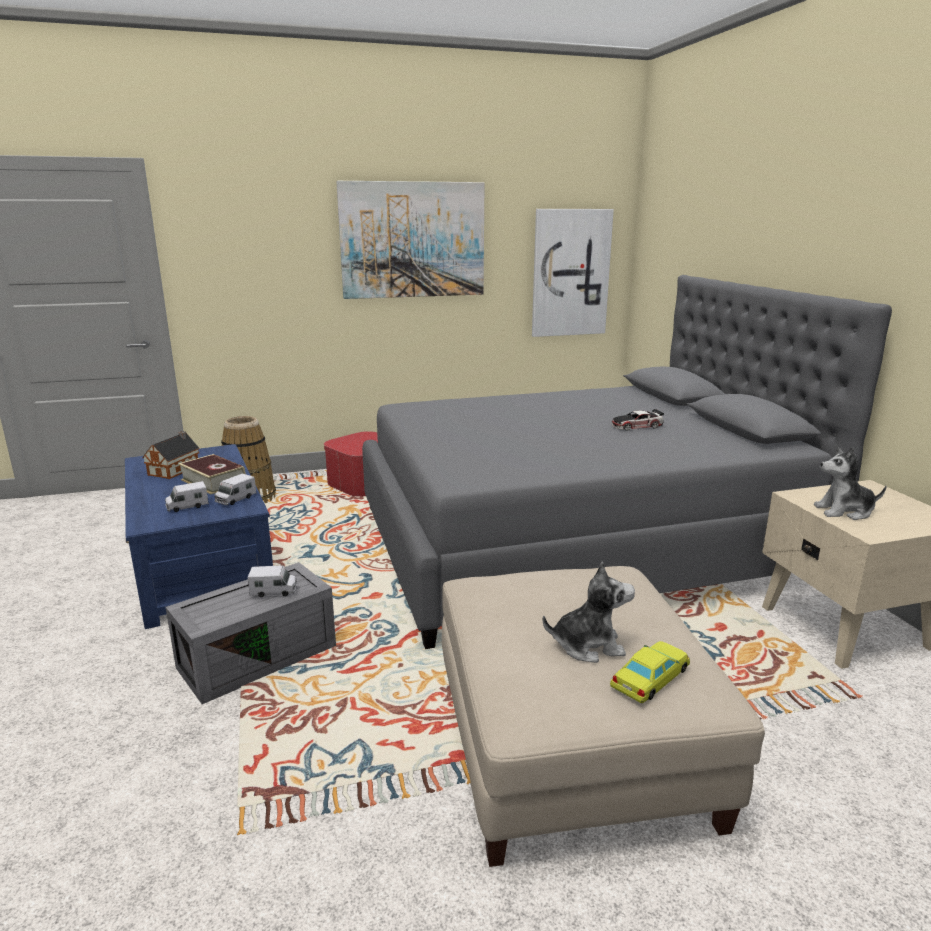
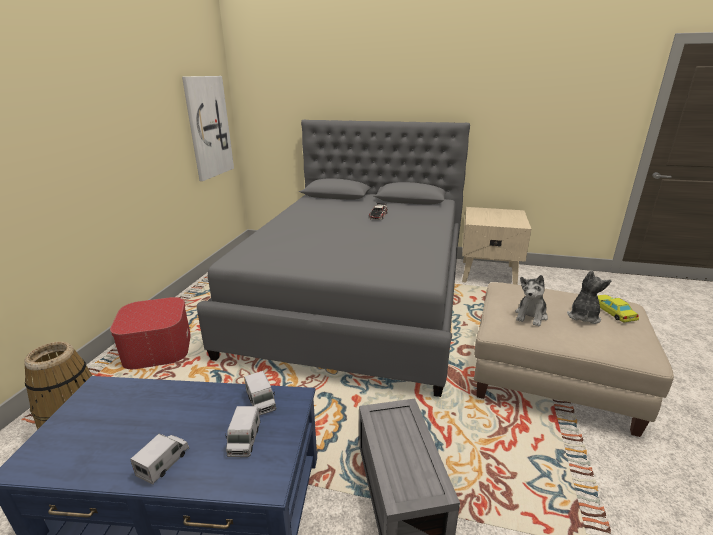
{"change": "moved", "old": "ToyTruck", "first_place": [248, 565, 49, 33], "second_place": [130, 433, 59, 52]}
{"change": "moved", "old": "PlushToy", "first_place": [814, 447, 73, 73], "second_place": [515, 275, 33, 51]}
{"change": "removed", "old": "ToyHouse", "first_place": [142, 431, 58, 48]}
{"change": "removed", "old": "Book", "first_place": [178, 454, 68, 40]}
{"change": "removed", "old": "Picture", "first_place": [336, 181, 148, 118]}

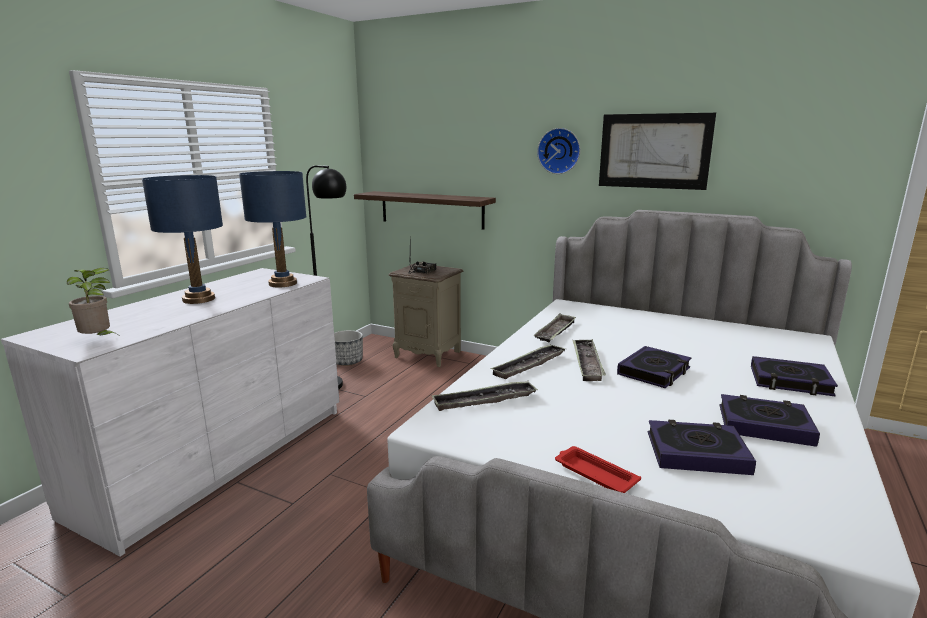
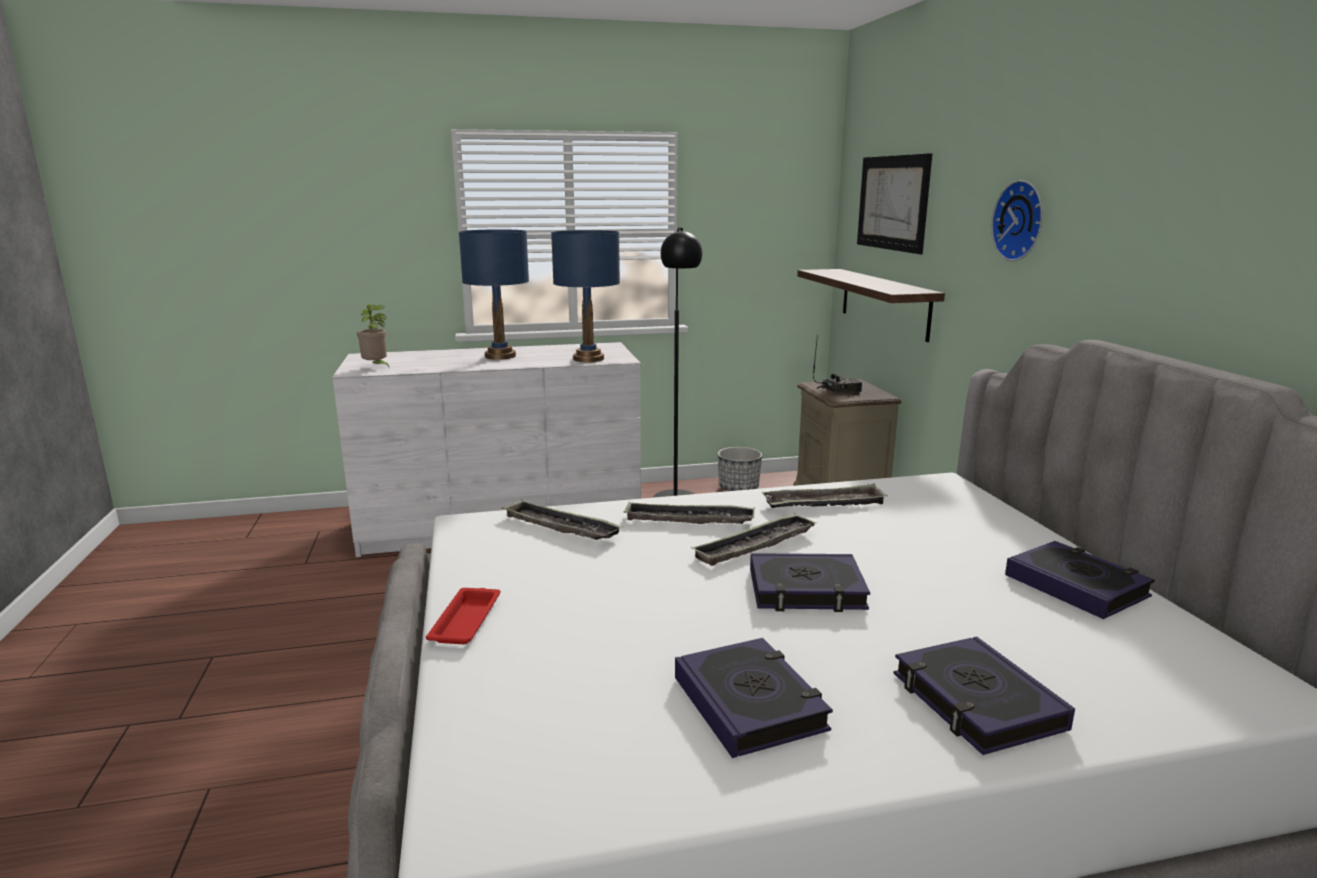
{"change": "moved", "old": "Picture", "first_place": [599, 113, 117, 77], "second_place": [857, 153, 75, 101]}
{"change": "moved", "old": "Book", "first_place": [648, 420, 108, 55], "second_place": [1005, 541, 150, 78]}

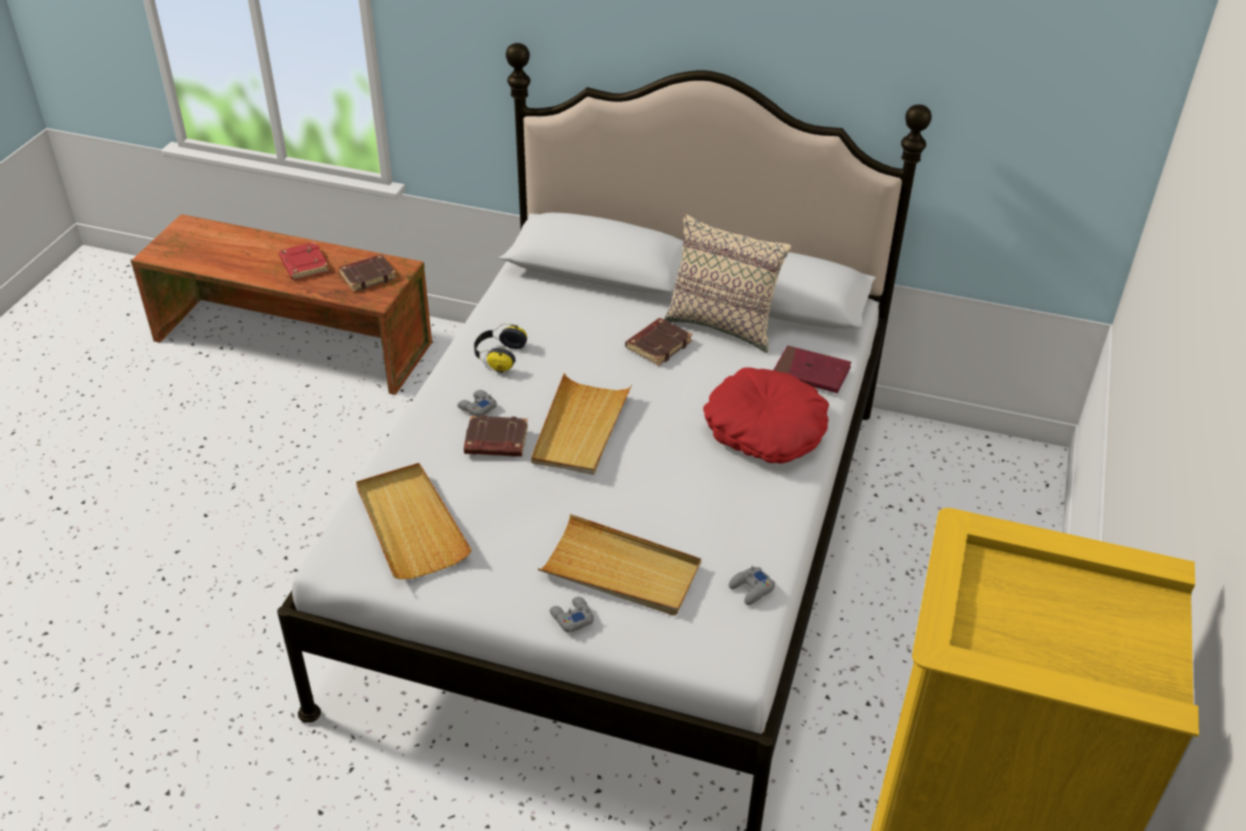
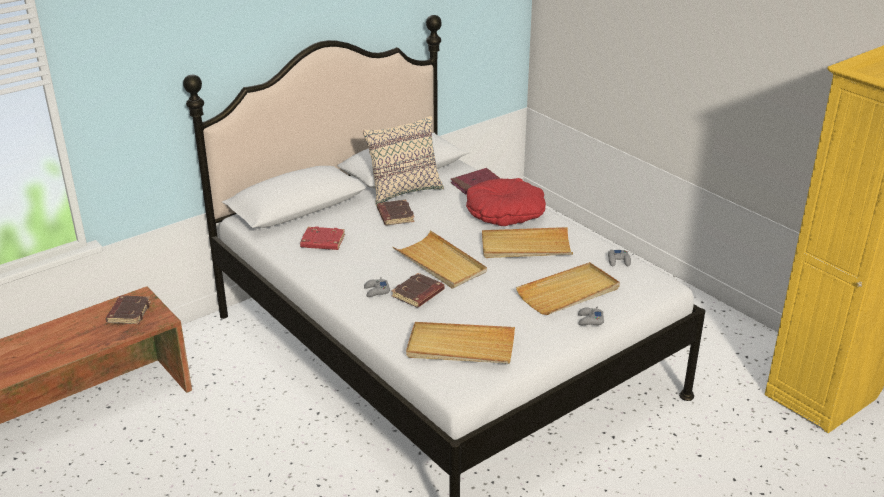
{"change": "moved", "old": "RedBook", "first_place": [279, 242, 50, 38], "second_place": [300, 226, 45, 24]}
{"change": "added", "new": "BeigeTray", "second_place": [482, 227, 91, 31]}
{"change": "removed", "old": "Headphones", "first_place": [474, 323, 53, 50]}

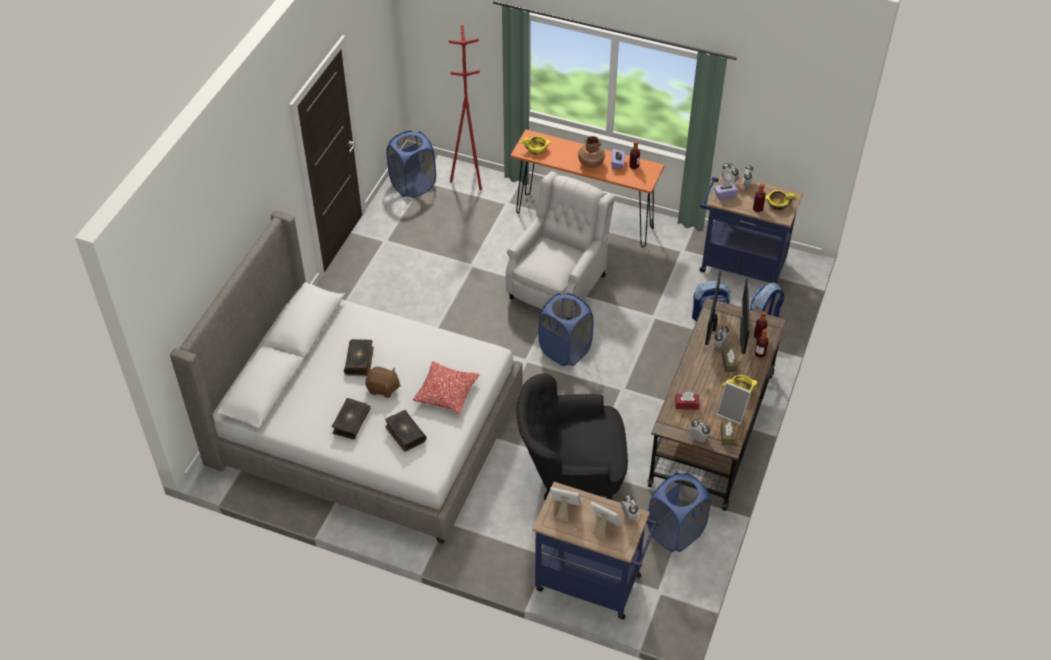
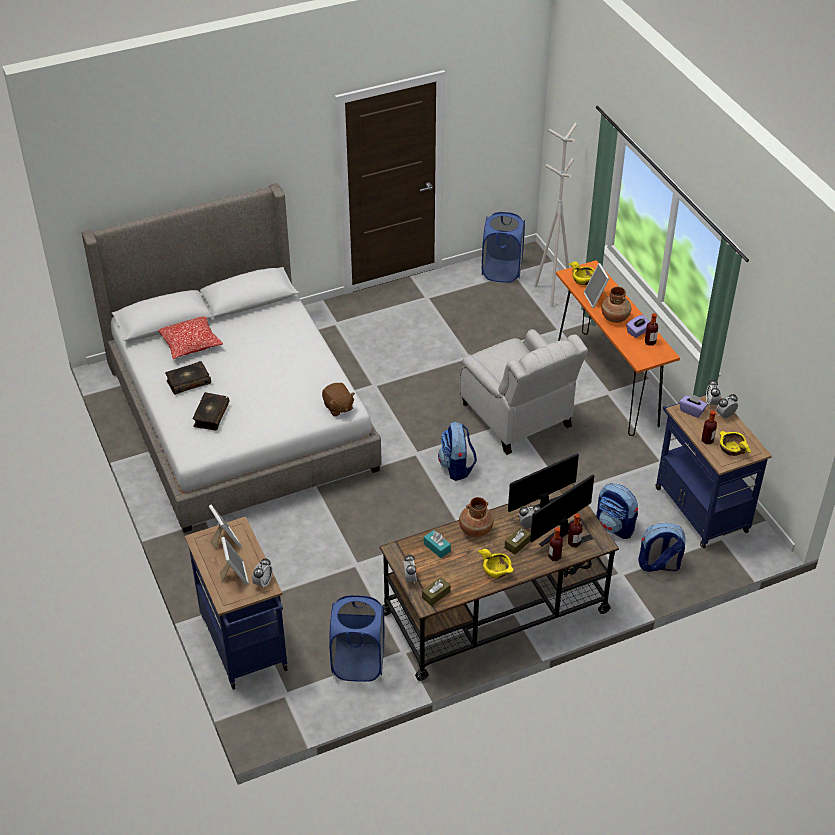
{"change": "moved", "old": "Pillow", "first_place": [413, 361, 67, 53], "second_place": [158, 317, 65, 42]}
{"change": "moved", "old": "BrownPlushToy", "first_place": [365, 366, 36, 32], "second_place": [322, 383, 33, 33]}
{"change": "recoloured", "old": "RedTissueBox", "new": "TurquoiseTissueBox", "first_place": [675, 392, 24, 18], "second_place": [424, 530, 27, 28]}
{"change": "replaced", "old": "BlueLaundryBasket", "new": "Backpack", "first_place": [539, 293, 55, 73], "second_place": [438, 422, 39, 59]}
{"change": "turned", "old": "WhiteArmchair", "first_place": [506, 171, 109, 138], "second_place": [459, 329, 129, 126], "degrees": 75}
{"change": "added", "new": "BrownVase", "second_place": [459, 497, 35, 41]}
{"change": "recoloured", "old": "RedClothesRack", "new": "GreyClothesRack", "first_place": [449, 25, 33, 165], "second_place": [534, 123, 43, 184]}
{"change": "moved", "old": "PictureFrame", "first_place": [716, 381, 35, 44], "second_place": [583, 263, 27, 45]}
{"change": "removed", "old": "Book", "first_place": [344, 339, 30, 37]}
{"change": "removed", "old": "BlackArmchair", "first_place": [516, 374, 112, 126]}

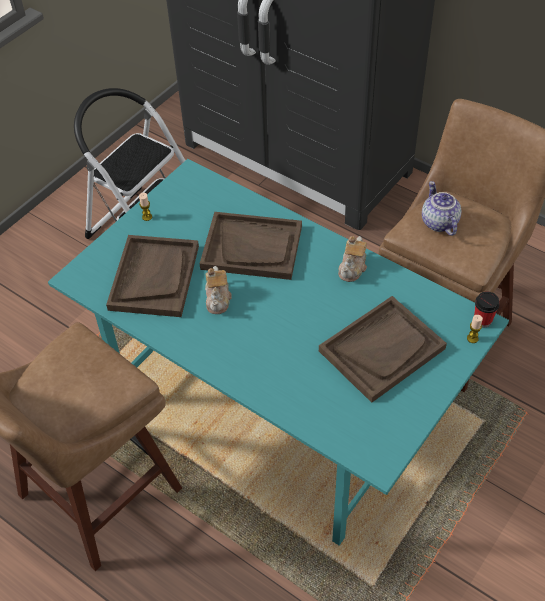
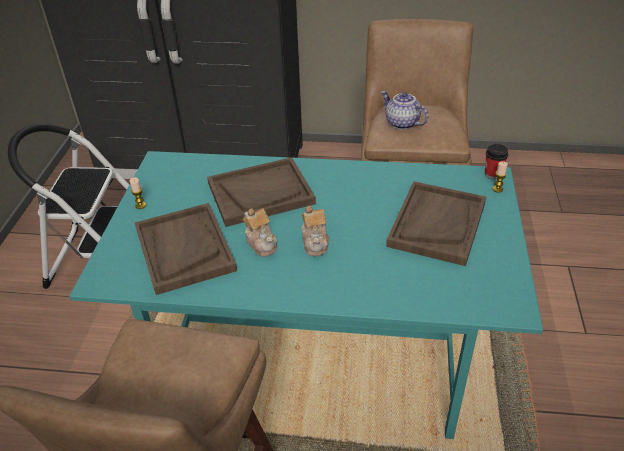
{"change": "moved", "old": "Teapot", "first_place": [338, 236, 29, 46], "second_place": [302, 206, 27, 50]}

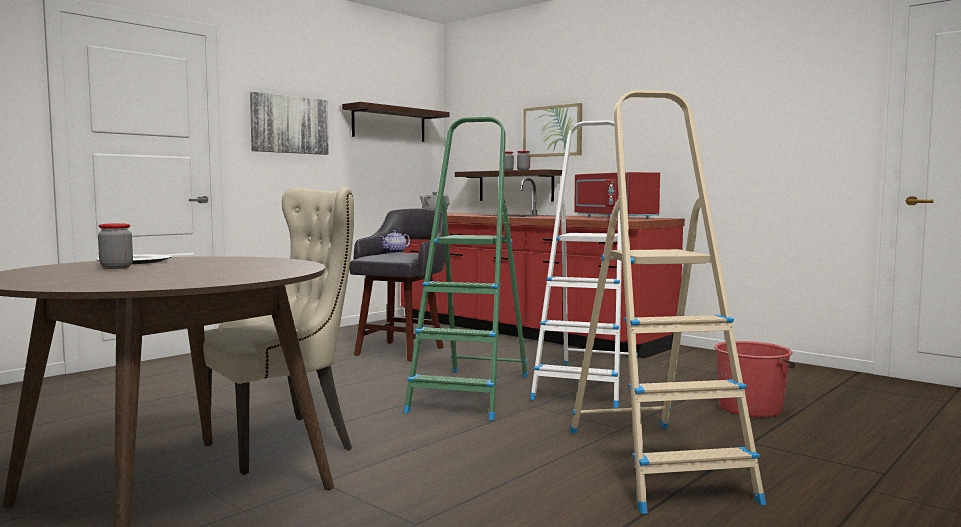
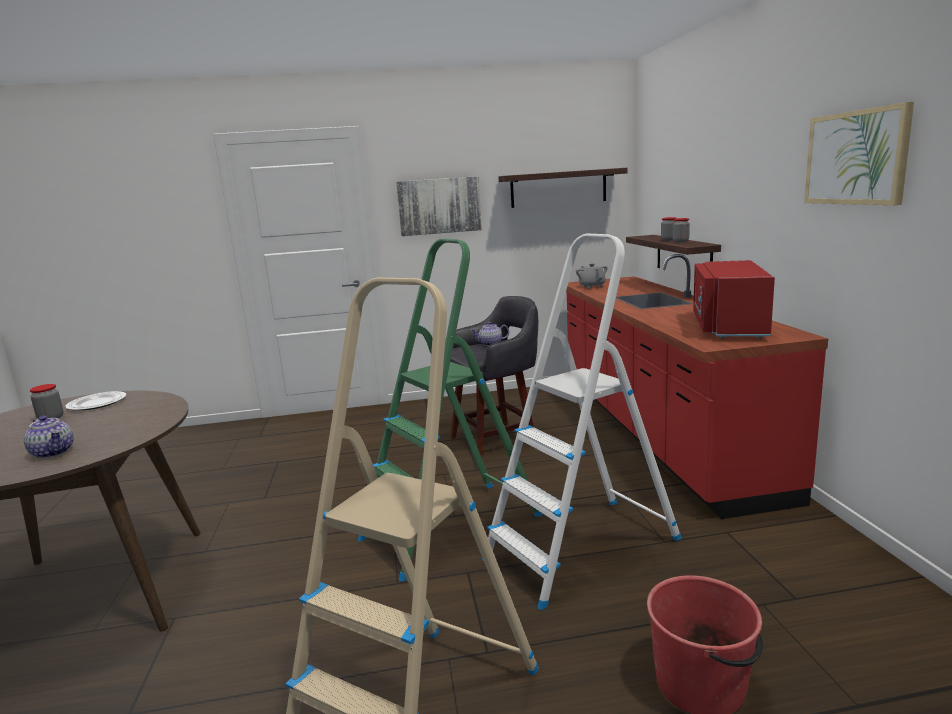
{"change": "added", "new": "Teapot", "second_place": [24, 416, 49, 42]}
{"change": "moved", "old": "Picture", "first_place": [523, 103, 59, 54], "second_place": [804, 102, 110, 103]}
{"change": "removed", "old": "BeigeChair", "first_place": [202, 187, 152, 288]}

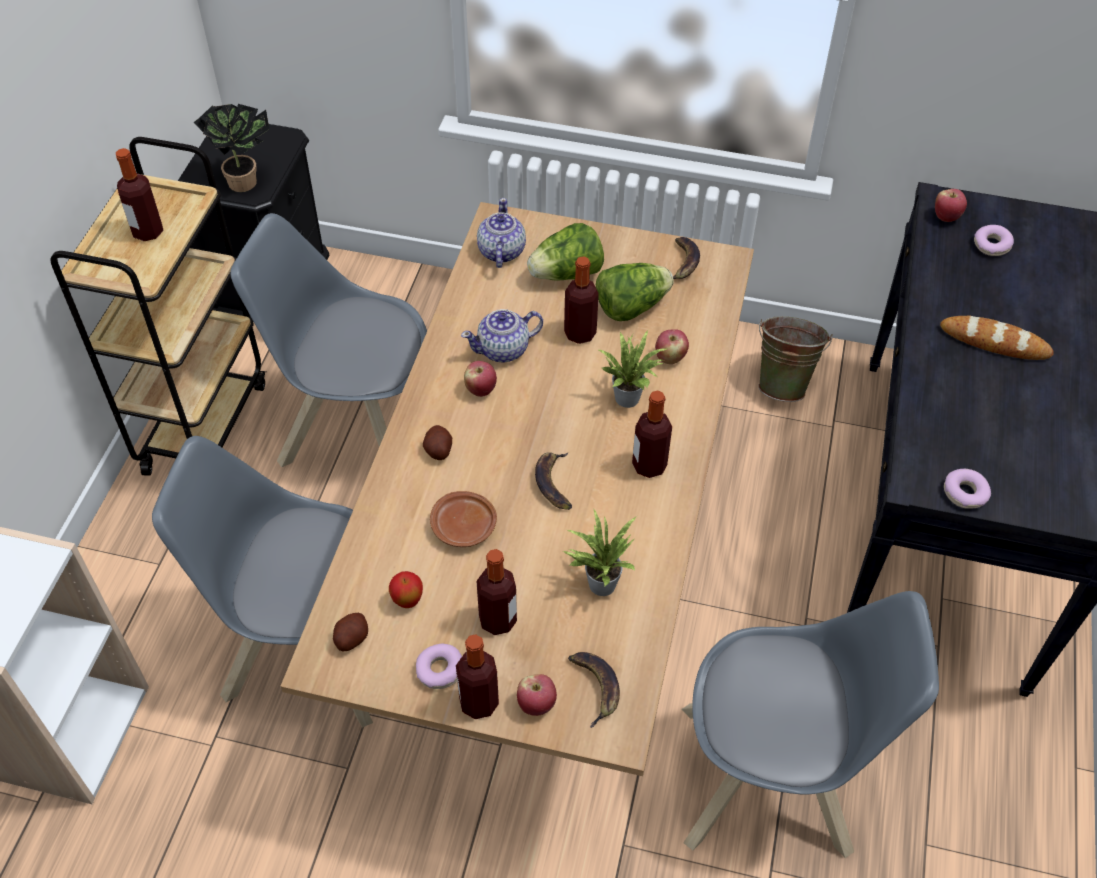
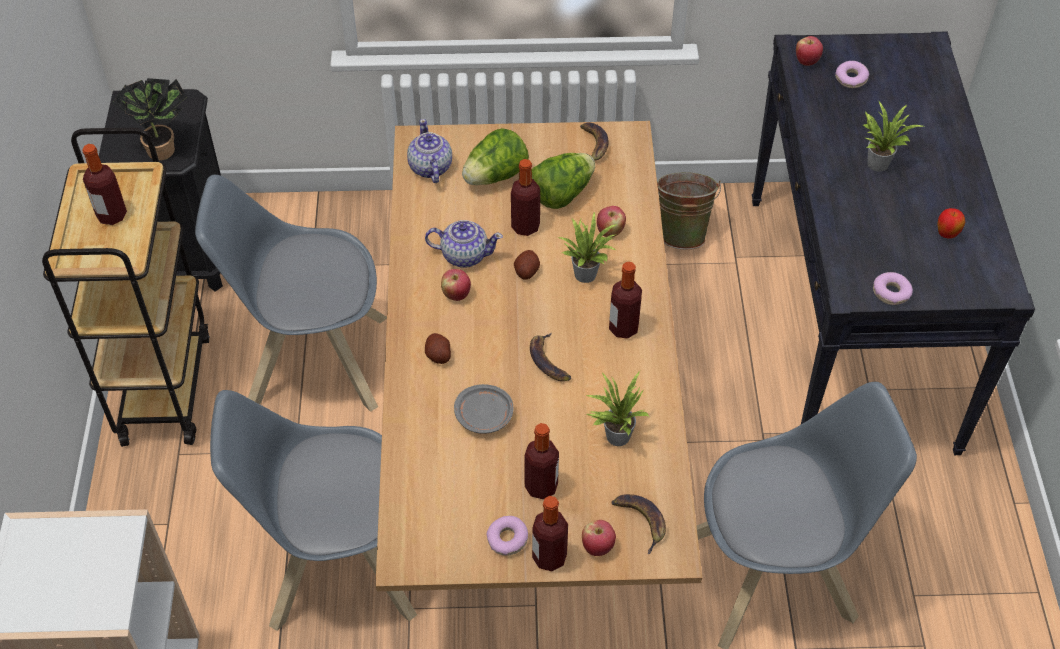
{"change": "turned", "old": "Teapot", "first_place": [461, 309, 82, 54], "second_place": [425, 220, 78, 47], "degrees": -135}
{"change": "recoloured", "old": "BrownPlate", "new": "GreyPlate", "first_place": [430, 491, 67, 56], "second_place": [454, 384, 59, 50]}
{"change": "moved", "old": "Potato", "first_place": [333, 613, 35, 38], "second_place": [514, 250, 26, 29]}
{"change": "replaced", "old": "Bread", "new": "PottedPlant", "first_place": [940, 316, 114, 44], "second_place": [863, 102, 60, 70]}
{"change": "moved", "old": "Apple", "first_place": [389, 571, 34, 37], "second_place": [937, 208, 28, 30]}

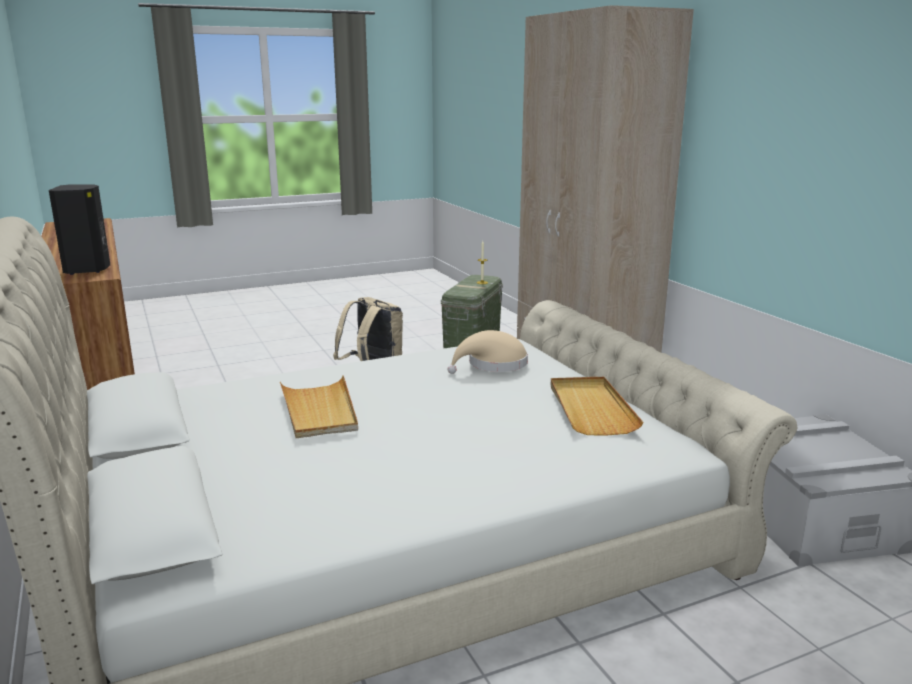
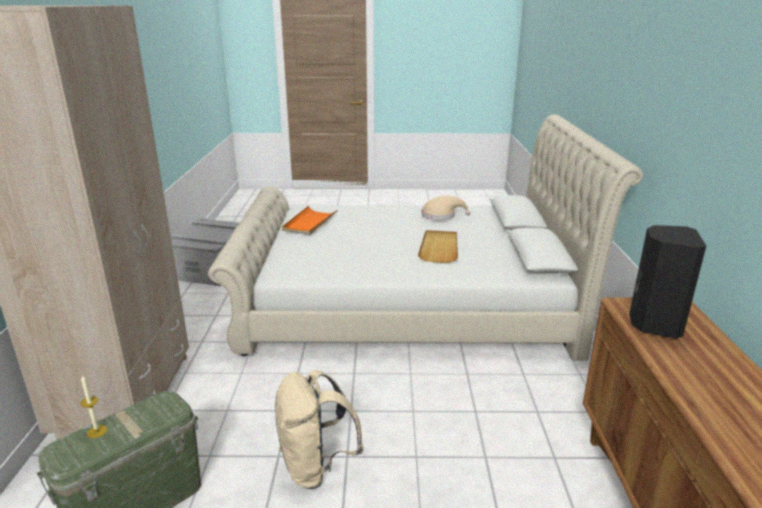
{"change": "recoloured", "old": "BeigeTray", "new": "OrangeTray", "first_place": [551, 377, 93, 58], "second_place": [282, 206, 56, 29]}
{"change": "moved", "old": "BeigeHat", "first_place": [447, 330, 81, 44], "second_place": [422, 196, 48, 24]}

